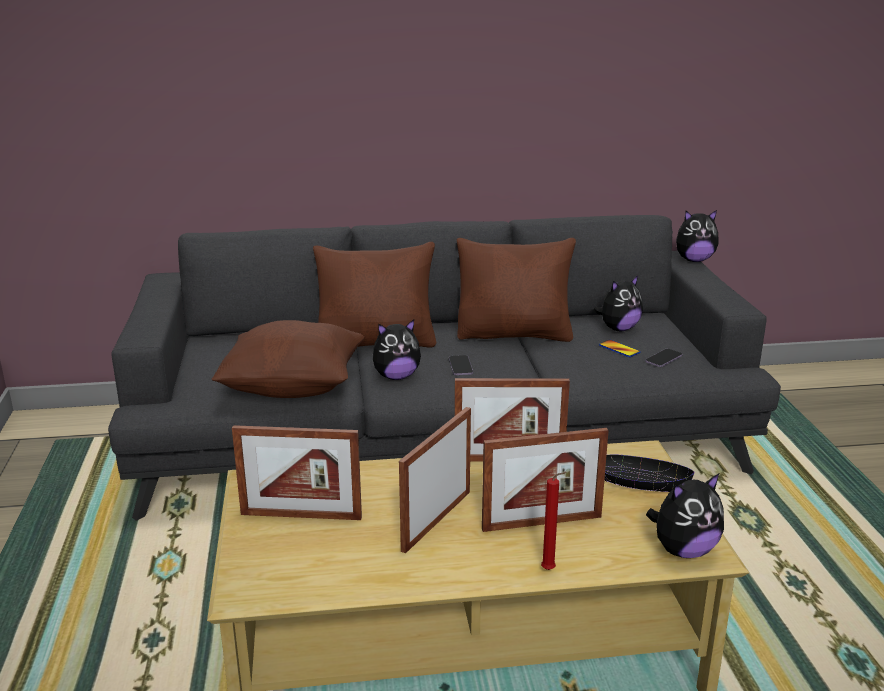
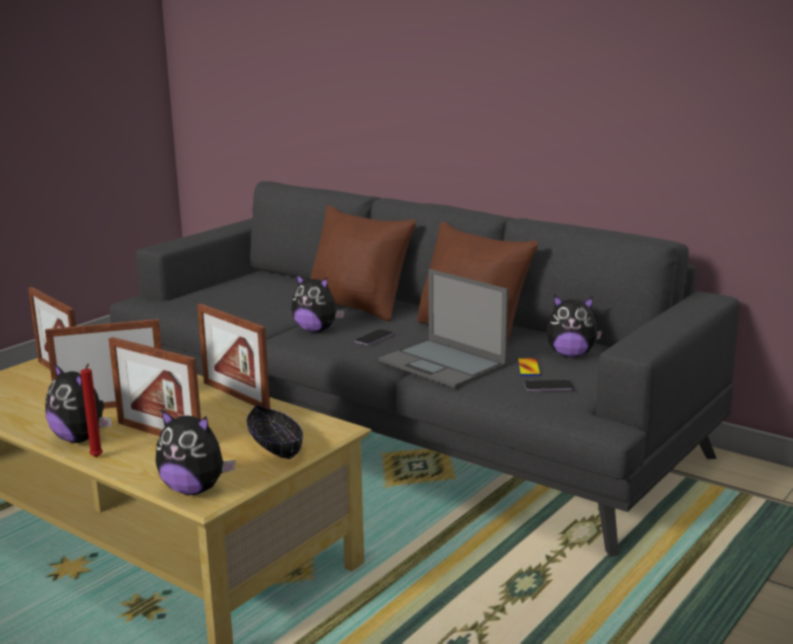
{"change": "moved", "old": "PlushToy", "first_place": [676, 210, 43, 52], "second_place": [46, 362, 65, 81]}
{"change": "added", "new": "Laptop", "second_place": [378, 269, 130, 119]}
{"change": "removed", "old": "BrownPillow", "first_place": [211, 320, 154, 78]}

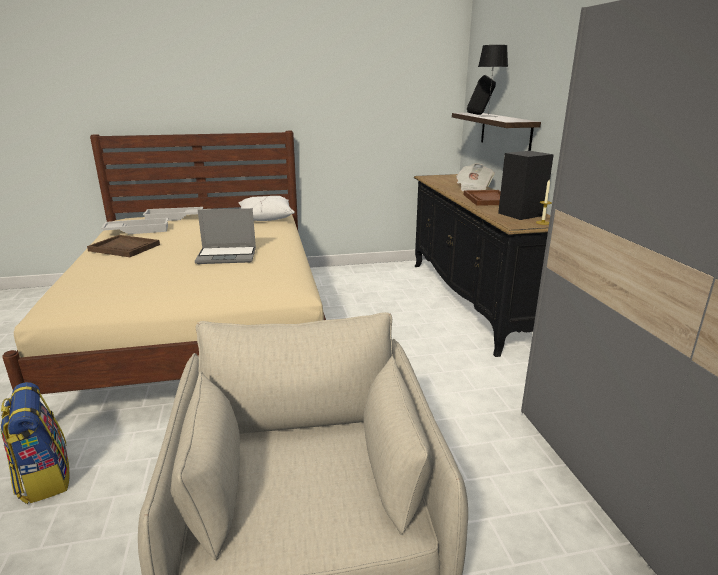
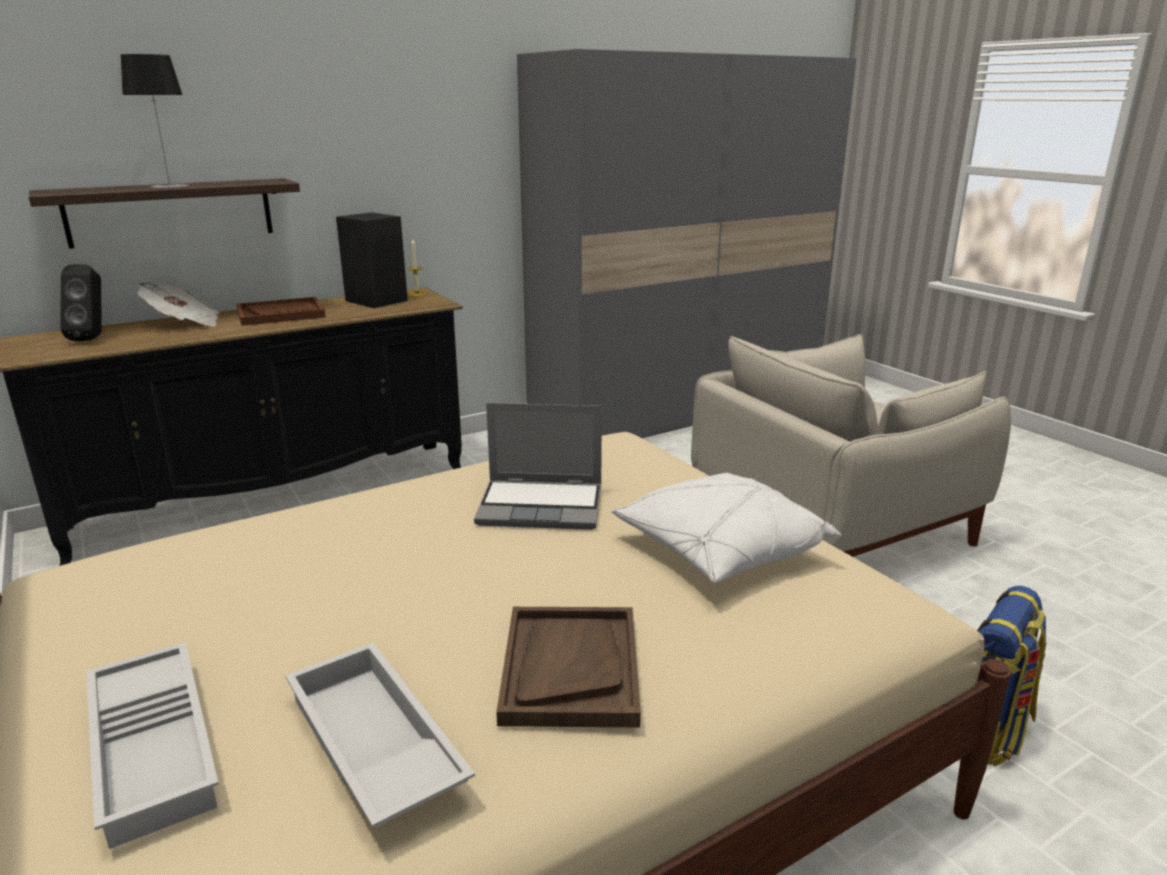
{"change": "moved", "old": "BlackSpeaker", "first_place": [467, 75, 29, 40], "second_place": [60, 264, 42, 77]}
{"change": "turned", "old": "Laptop", "first_place": [195, 208, 61, 56], "second_place": [474, 403, 128, 127], "degrees": 120}
{"change": "moved", "old": "WhitePillow", "first_place": [239, 196, 56, 25], "second_place": [611, 473, 231, 110]}

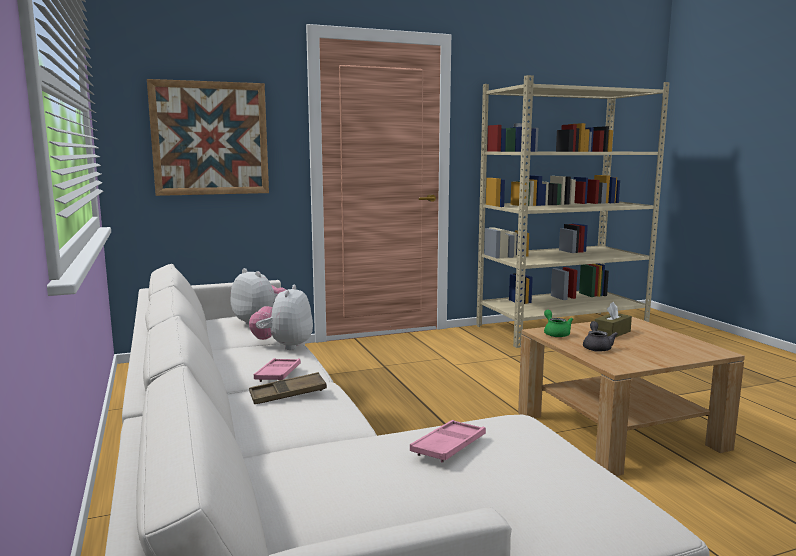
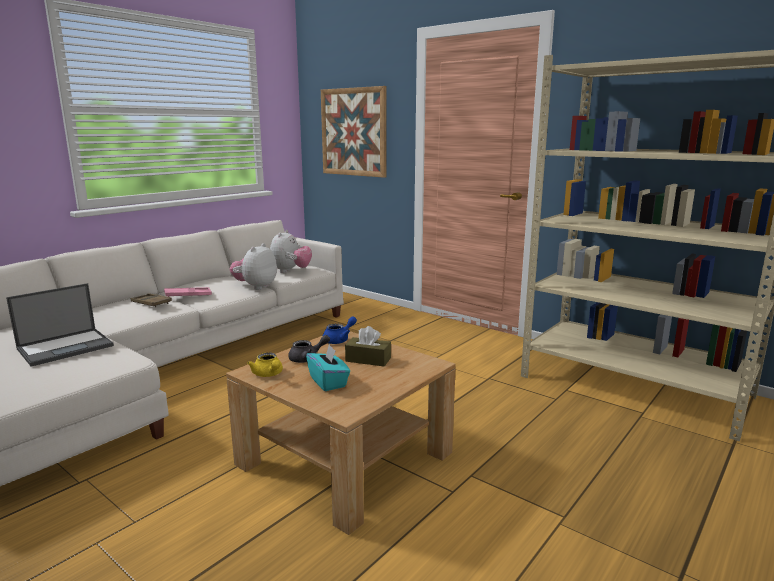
{"change": "replaced", "old": "PinkTray", "new": "Laptop", "first_place": [410, 420, 76, 42], "second_place": [6, 283, 108, 84]}
{"change": "turned", "old": "PlushToy", "first_place": [249, 285, 64, 65], "second_place": [230, 243, 47, 47], "degrees": -45}
{"change": "added", "new": "YellowTeapot", "second_place": [247, 353, 36, 24]}
{"change": "added", "new": "TurquoiseTissueBox", "second_place": [306, 344, 44, 47]}
{"change": "recoloured", "old": "GreenTeapot", "new": "BlueTeapot", "first_place": [544, 310, 29, 27], "second_place": [323, 316, 34, 28]}

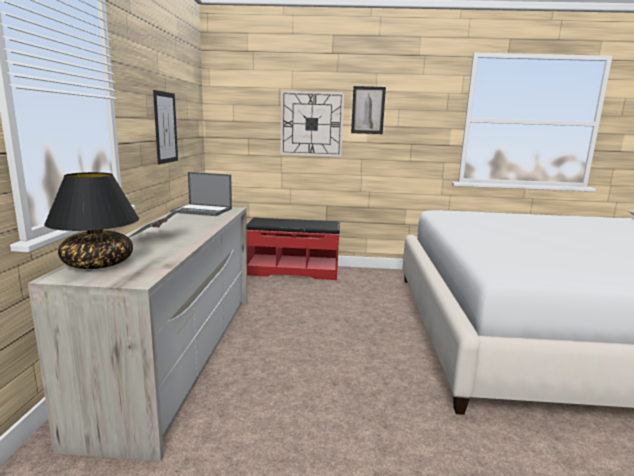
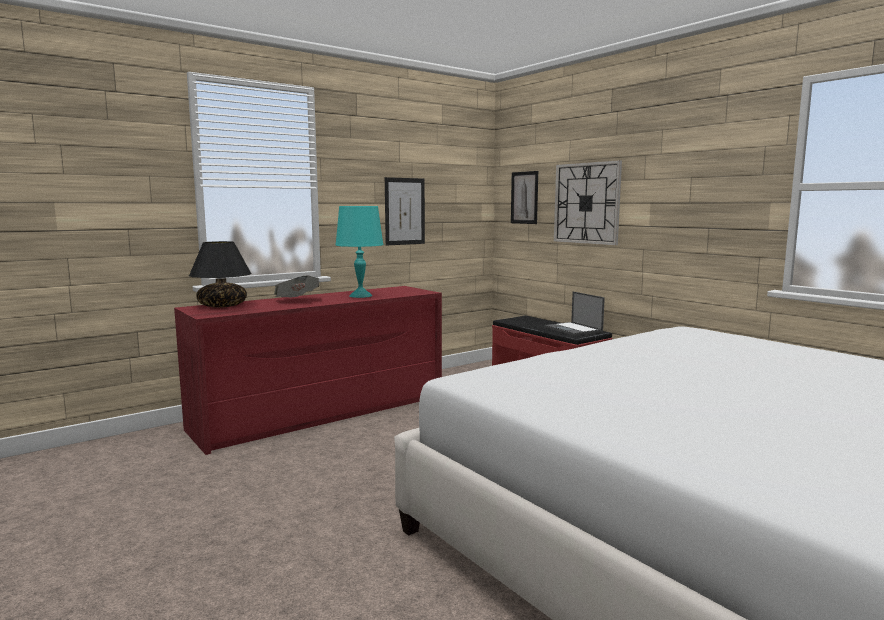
{"change": "recoloured", "old": "WhiteDresser", "new": "RedDresser", "first_place": [28, 207, 219, 255], "second_place": [174, 286, 268, 169]}
{"change": "added", "new": "TurquoiseTableLamp", "second_place": [335, 206, 49, 92]}
{"change": "moved", "old": "Picture", "first_place": [351, 86, 35, 48], "second_place": [511, 171, 27, 53]}
{"change": "moved", "old": "Laptop", "first_place": [170, 172, 62, 44], "second_place": [544, 292, 61, 44]}

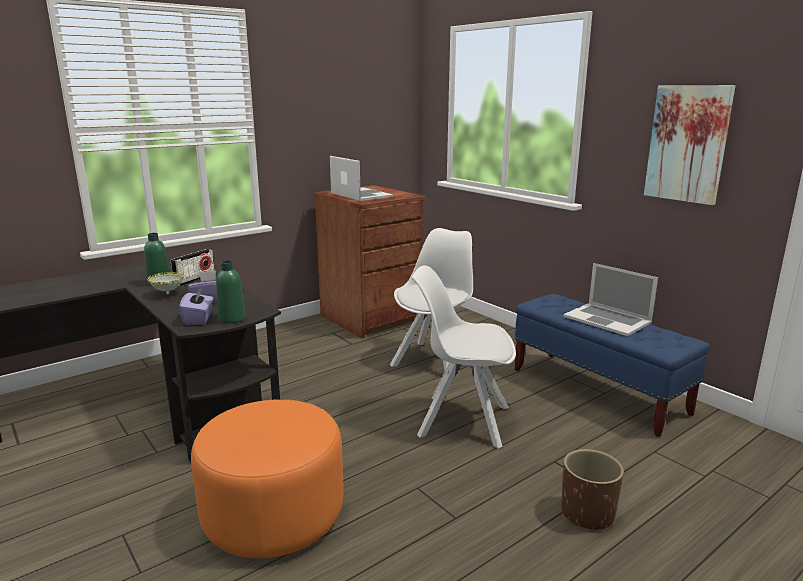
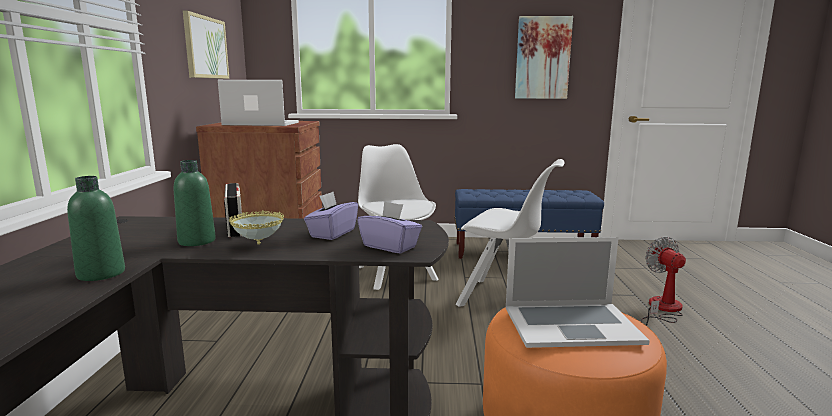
{"change": "moved", "old": "GreenBottle", "first_place": [216, 260, 29, 64], "second_place": [67, 176, 58, 105]}
{"change": "added", "new": "Picture", "second_place": [183, 11, 46, 68]}
{"change": "turned", "old": "WhiteChair", "first_place": [411, 265, 105, 184], "second_place": [456, 159, 108, 148], "degrees": -120}
{"change": "moved", "old": "Laptop", "first_place": [563, 263, 95, 73], "second_place": [506, 237, 144, 111]}
{"change": "replaced", "old": "BrownPlanter", "new": "Fan", "first_place": [561, 449, 63, 83], "second_place": [641, 237, 45, 89]}

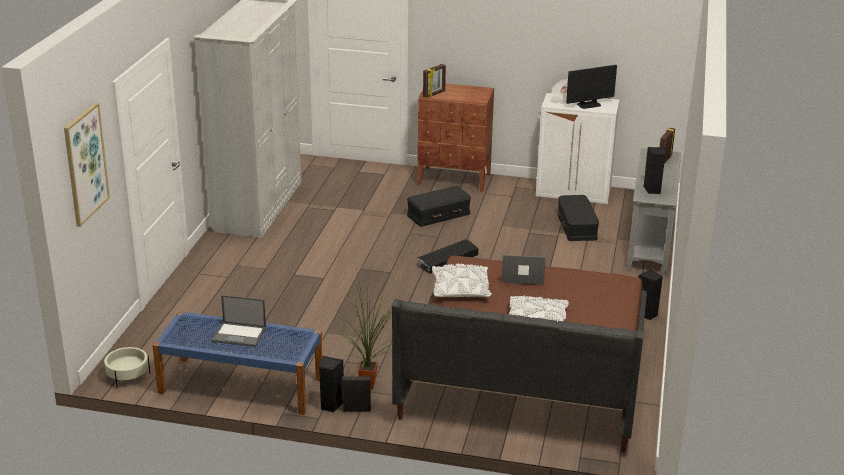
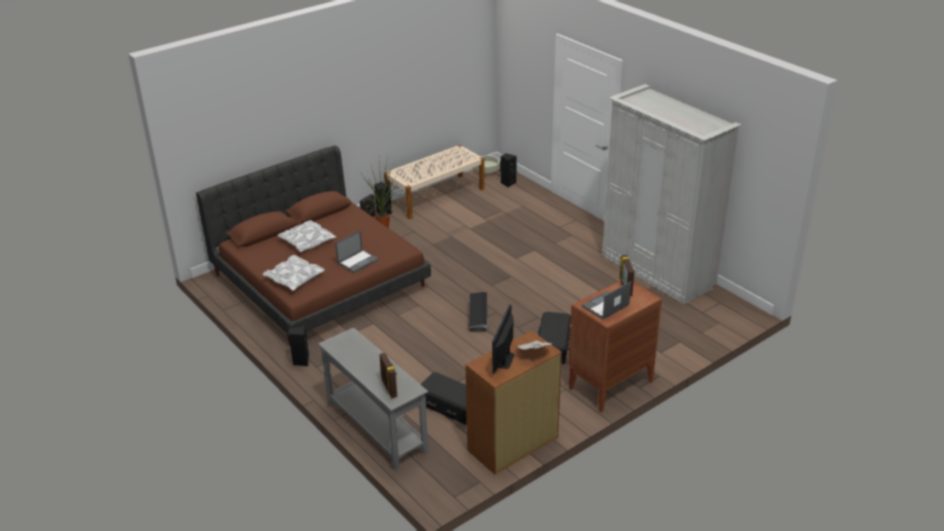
{"change": "moved", "old": "WhitePillow", "first_place": [432, 264, 60, 33], "second_place": [262, 255, 63, 36]}
{"change": "recoloured", "old": "BlueBench", "new": "BeigeBench", "first_place": [153, 311, 170, 104], "second_place": [384, 145, 100, 75]}
{"change": "recoloured", "old": "WhiteCabinet", "new": "BrownCabinet", "first_place": [536, 93, 83, 111], "second_place": [465, 331, 97, 144]}
{"change": "moved", "old": "BlackSpeaker", "first_place": [644, 147, 22, 47], "second_place": [501, 153, 16, 34]}
{"change": "moved", "old": "Laptop", "first_place": [212, 295, 54, 52], "second_place": [581, 281, 50, 38]}
{"change": "removed", "old": "Picture", "first_place": [64, 102, 46, 125]}

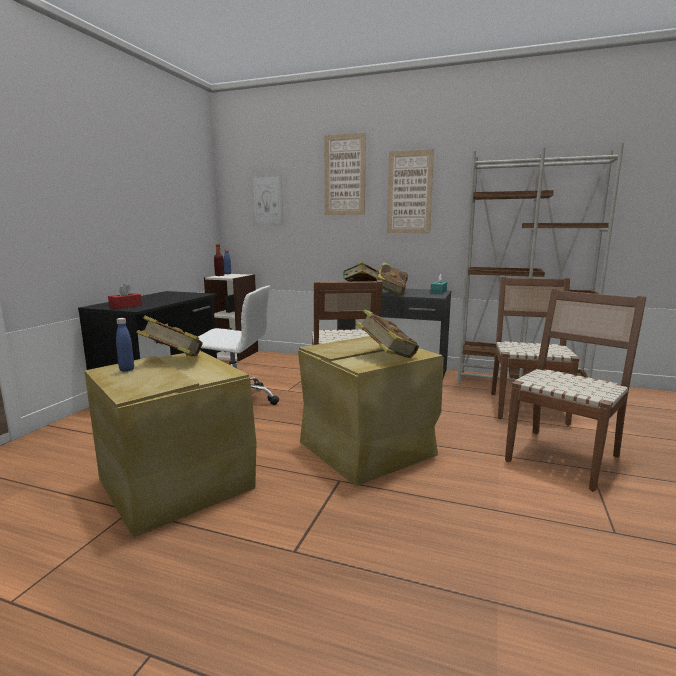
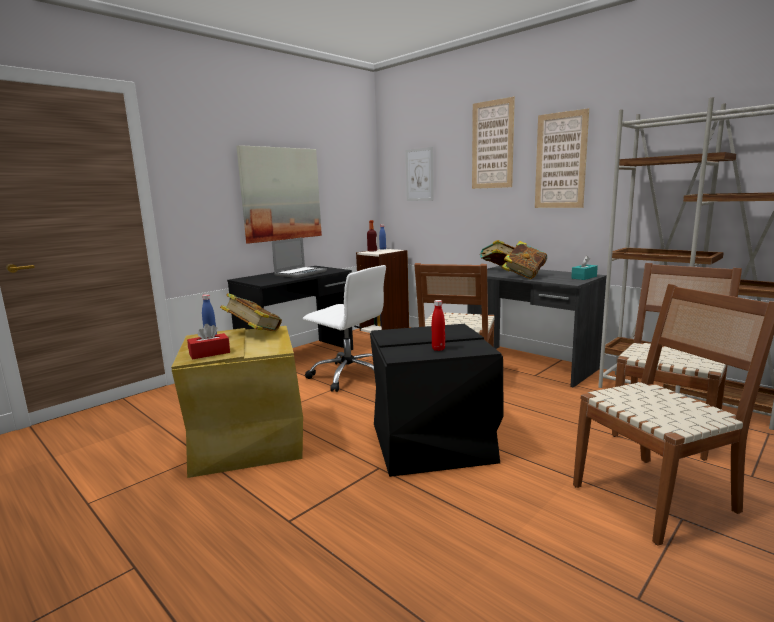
{"change": "moved", "old": "RedTissueBox", "first_place": [108, 284, 34, 25], "second_place": [187, 324, 43, 36]}
{"change": "added", "new": "Picture", "second_place": [236, 145, 86, 99]}
{"change": "added", "new": "Laptop", "second_place": [272, 237, 55, 41]}
{"change": "recoloured", "old": "BeigeStorageBox", "new": "BlackStorageBox", "first_place": [298, 336, 146, 150], "second_place": [370, 324, 134, 153]}
{"change": "replaced", "old": "Book", "new": "RedBottle", "first_place": [355, 309, 64, 49], "second_place": [432, 300, 13, 51]}

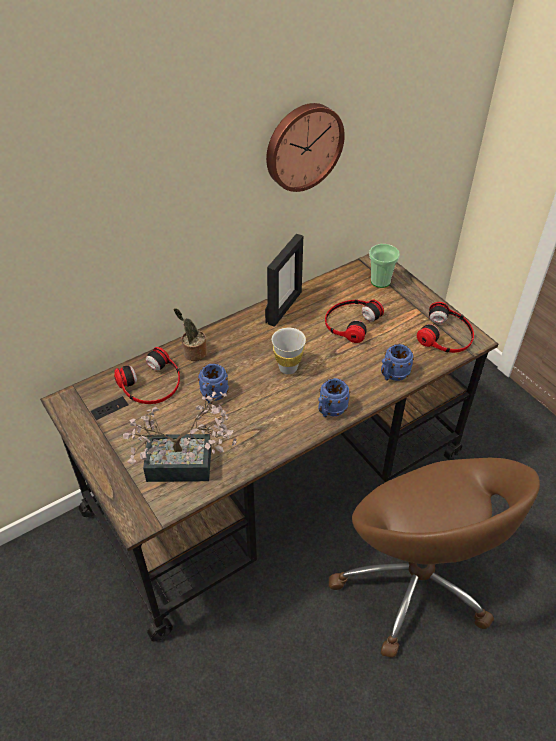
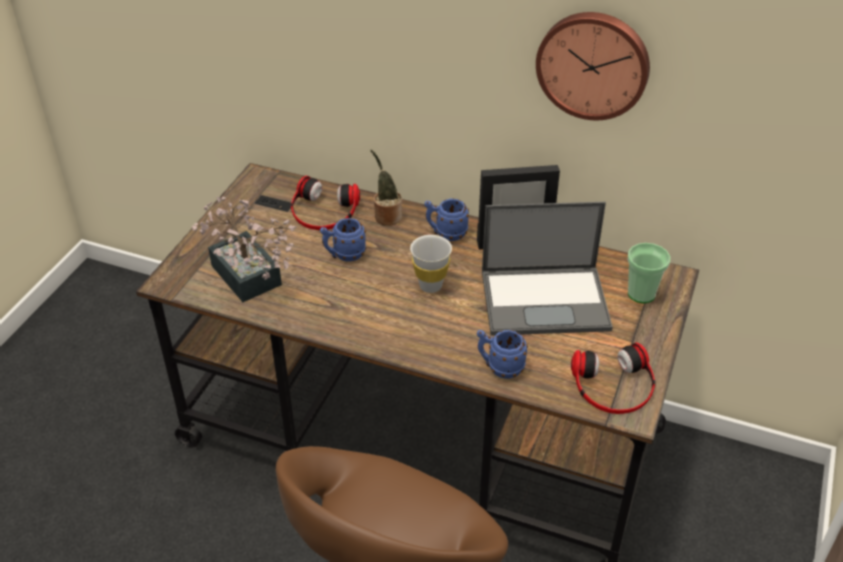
{"change": "moved", "old": "BlueMug", "first_place": [318, 378, 32, 39], "second_place": [424, 199, 45, 42]}
{"change": "replaced", "old": "Headphones", "new": "Laptop", "first_place": [325, 300, 59, 43], "second_place": [482, 202, 131, 134]}

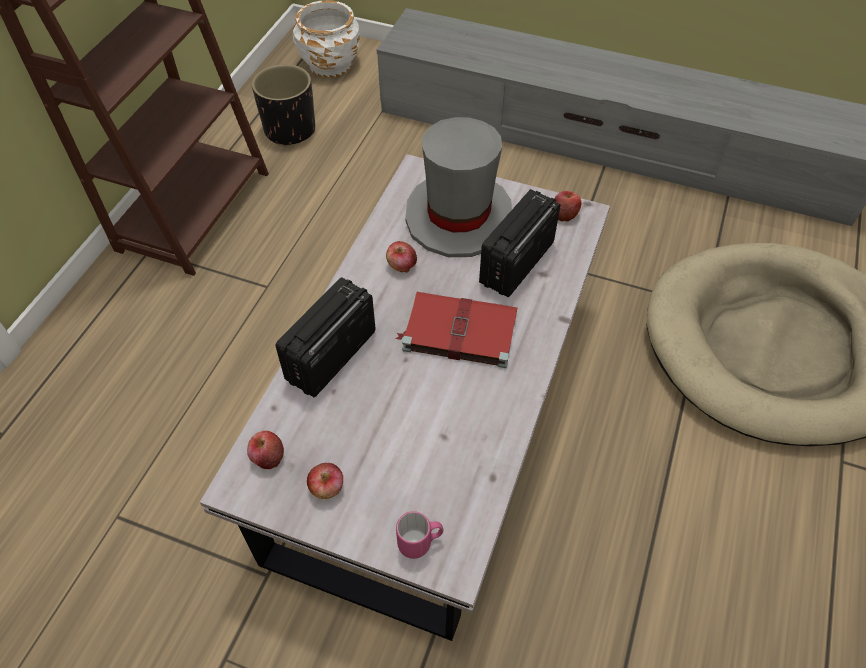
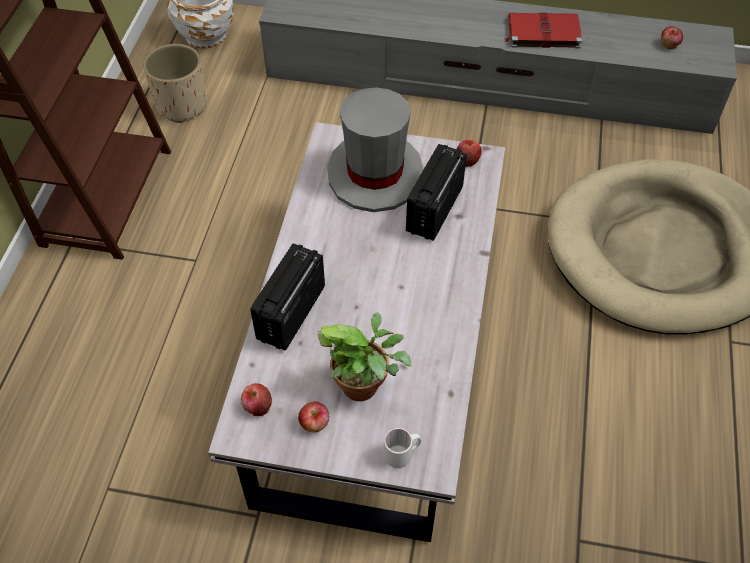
{"change": "recoloured", "old": "BlackPlanter", "new": "BeigePlanter", "first_place": [252, 64, 63, 83], "second_place": [143, 44, 63, 79]}
{"change": "added", "new": "PottedPlant", "second_place": [318, 312, 94, 89]}
{"change": "recoloured", "old": "PinkMug", "new": "WhiteMug", "first_place": [396, 511, 47, 48], "second_place": [384, 428, 37, 40]}
{"change": "moved", "old": "RedBook", "first_place": [395, 292, 122, 76], "second_place": [504, 13, 79, 36]}
{"change": "moved", "old": "Apple", "first_place": [386, 241, 31, 32], "second_place": [661, 26, 22, 23]}

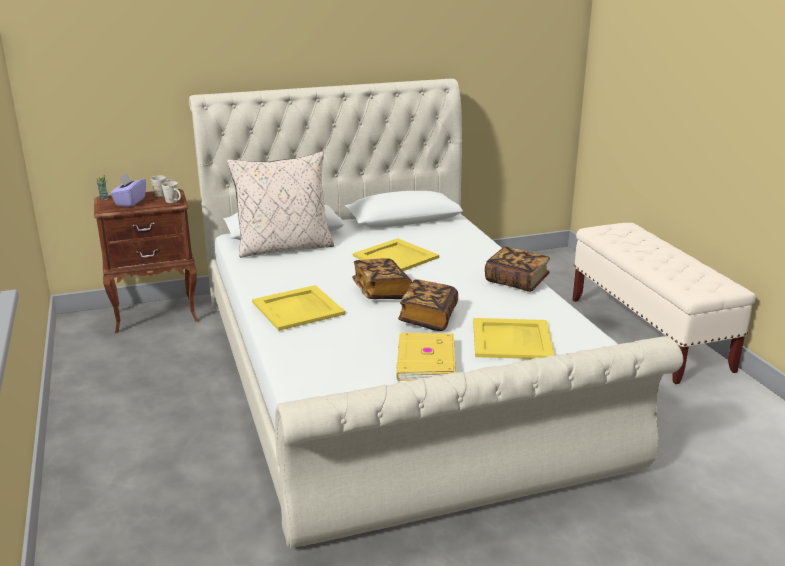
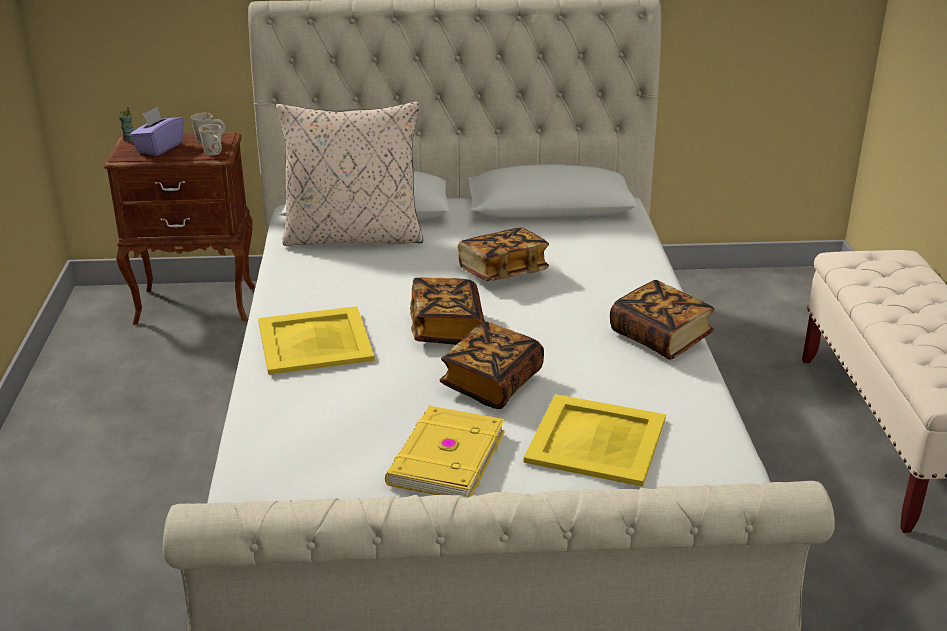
{"change": "replaced", "old": "YellowTray", "new": "Book", "first_place": [353, 238, 86, 33], "second_place": [458, 228, 91, 53]}

